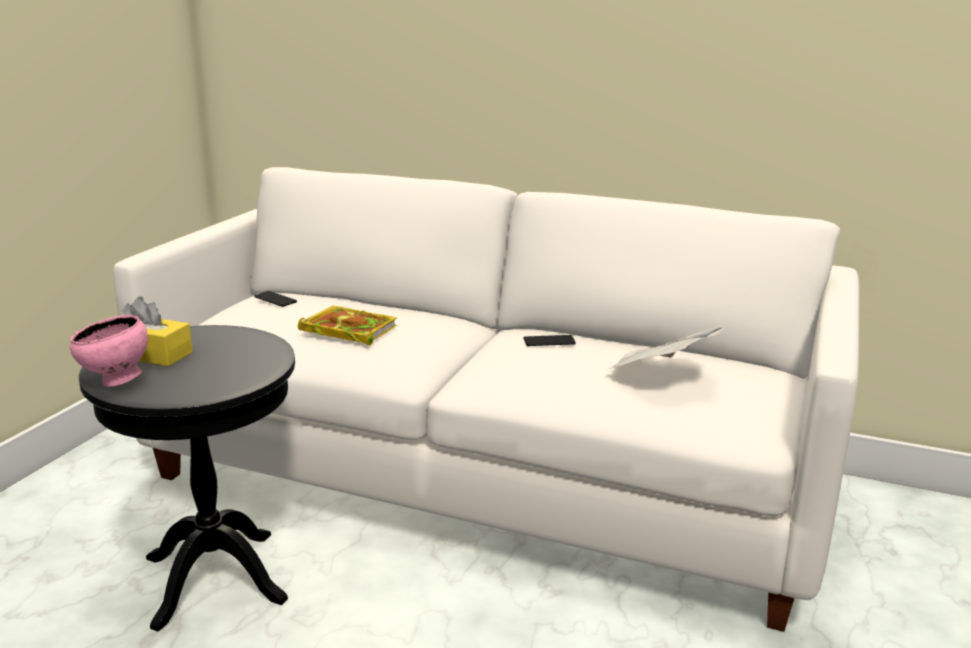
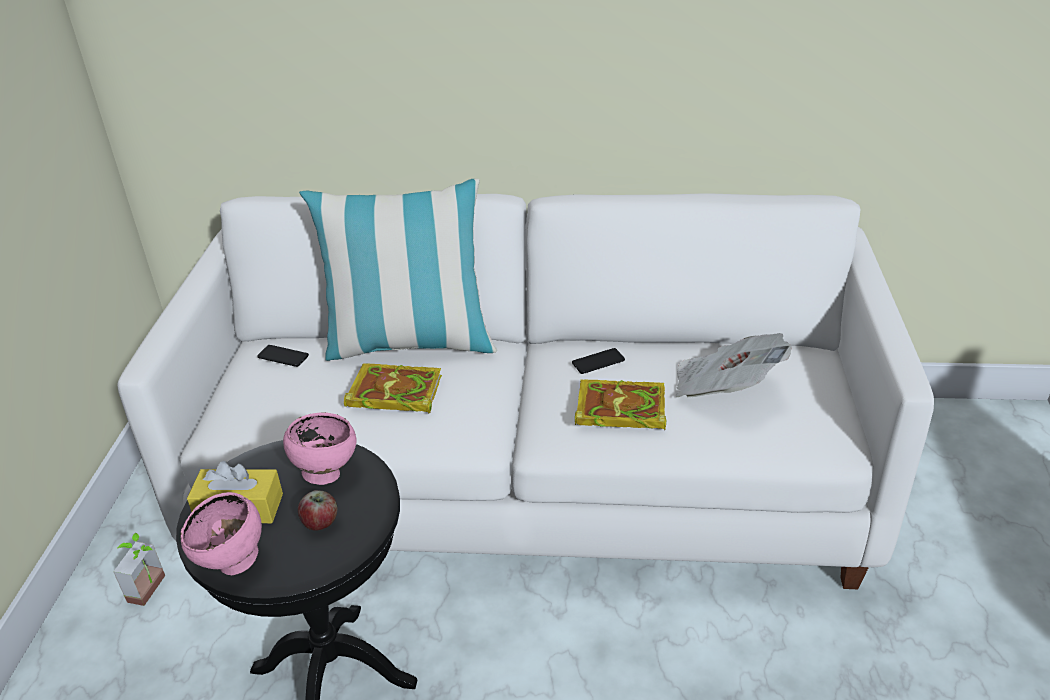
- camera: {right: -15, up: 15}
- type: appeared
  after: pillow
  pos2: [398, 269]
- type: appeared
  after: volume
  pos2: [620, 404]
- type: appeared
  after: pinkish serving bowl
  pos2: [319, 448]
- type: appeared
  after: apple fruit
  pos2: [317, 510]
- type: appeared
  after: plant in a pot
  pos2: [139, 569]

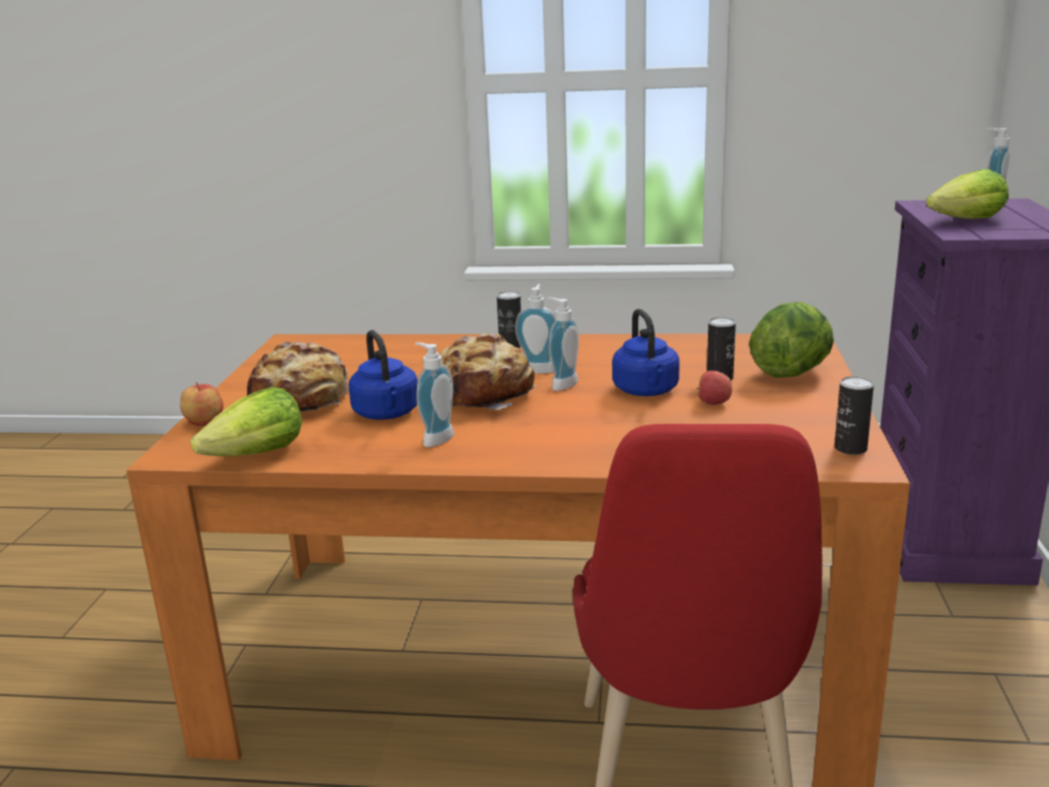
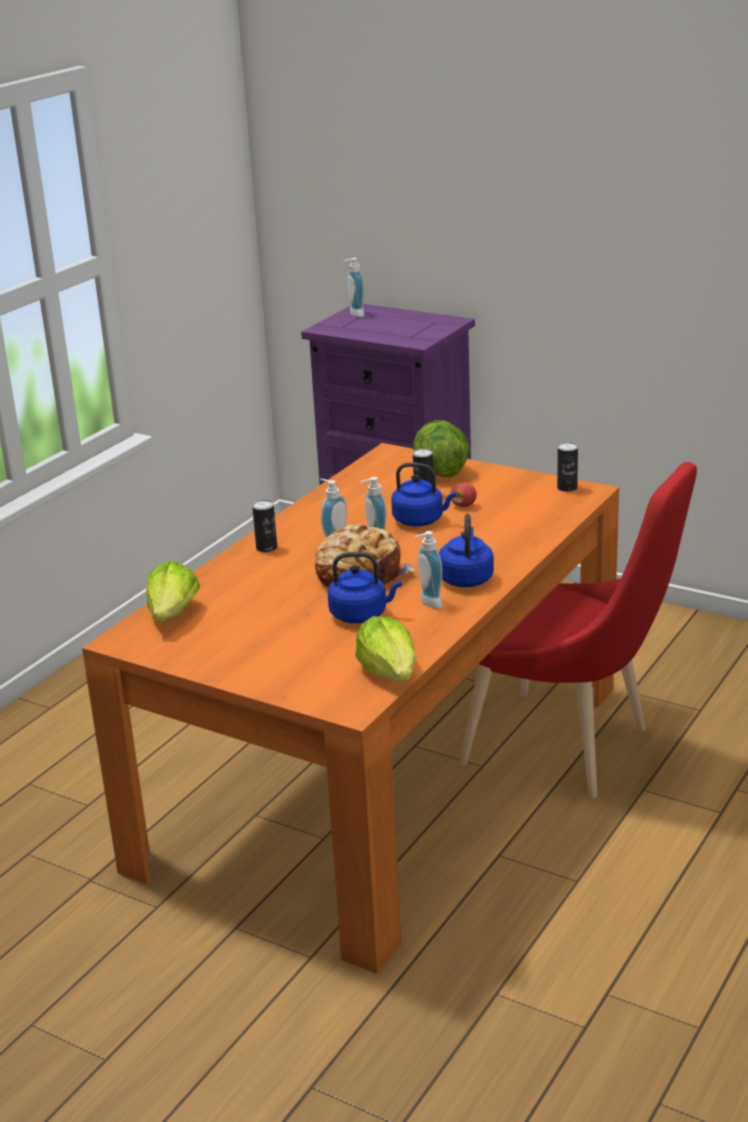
- camera: {right: -65, up: 5}
- type: relocated
  before: lettuce head
  pos1: [967, 194]
  pos2: [173, 591]
- type: missing
  before: bread
  pos1: [298, 376]
- type: missing
  before: apple fruit
  pos1: [201, 404]
- type: appeared
  after: blue-coloured water kettle
  pos2: [466, 550]

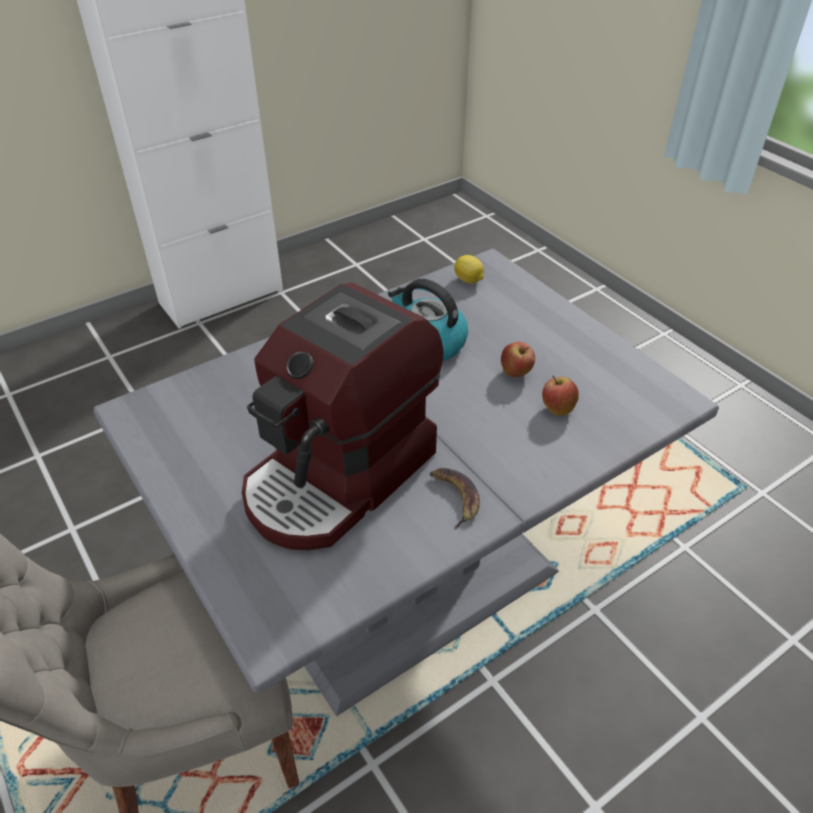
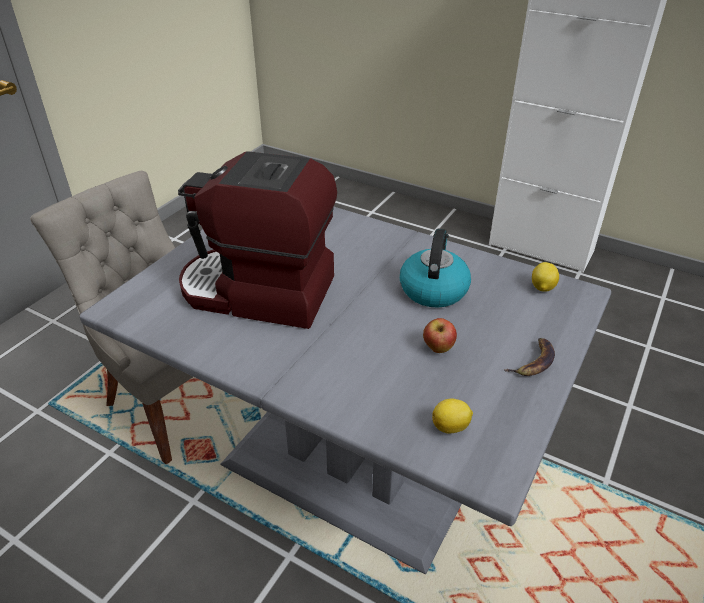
- camera: {right: 65, up: -5}
- type: missing
  before: apple fruit
  pos1: [560, 395]
- type: relocated
  before: whole banana
  pos1: [454, 499]
  pos2: [529, 357]
- type: appeared
  after: citrus fruit
  pos2: [452, 416]

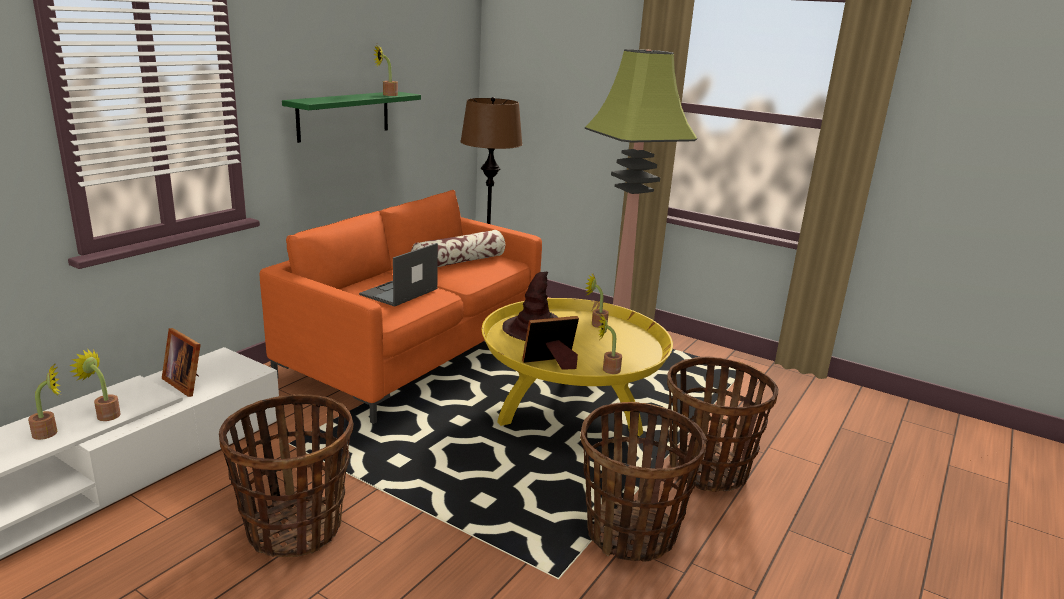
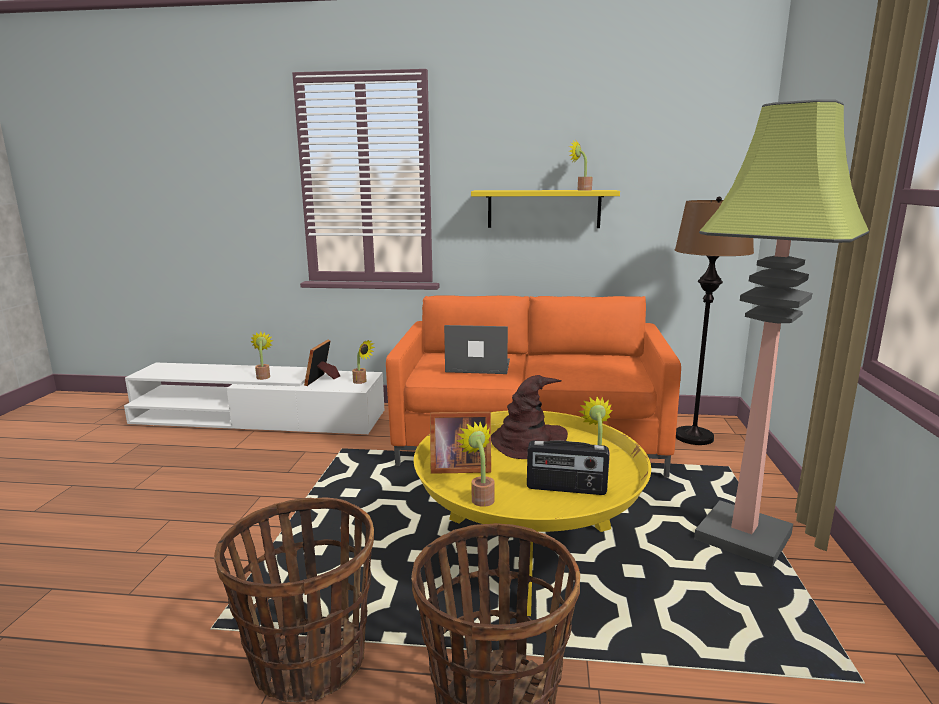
- camera: {right: 65, up: -5}
- type: colour
  before: greenish wall shelf
  after: yellow-coloured wall shelf
  pos1: [351, 117]
  pos2: [545, 209]
- type: missing
  before: pillow
  pos1: [458, 248]
- type: spun
  before: photo frame
  pos1: [550, 343]
  pos2: [460, 443]
  turn: 135
- type: relocated
  before: plant in a pot
  pos1: [44, 402]
  pos2: [363, 361]
- type: missing
  before: storage basket
  pos1: [286, 475]
- type: appeared
  after: radio
  pos2: [568, 467]

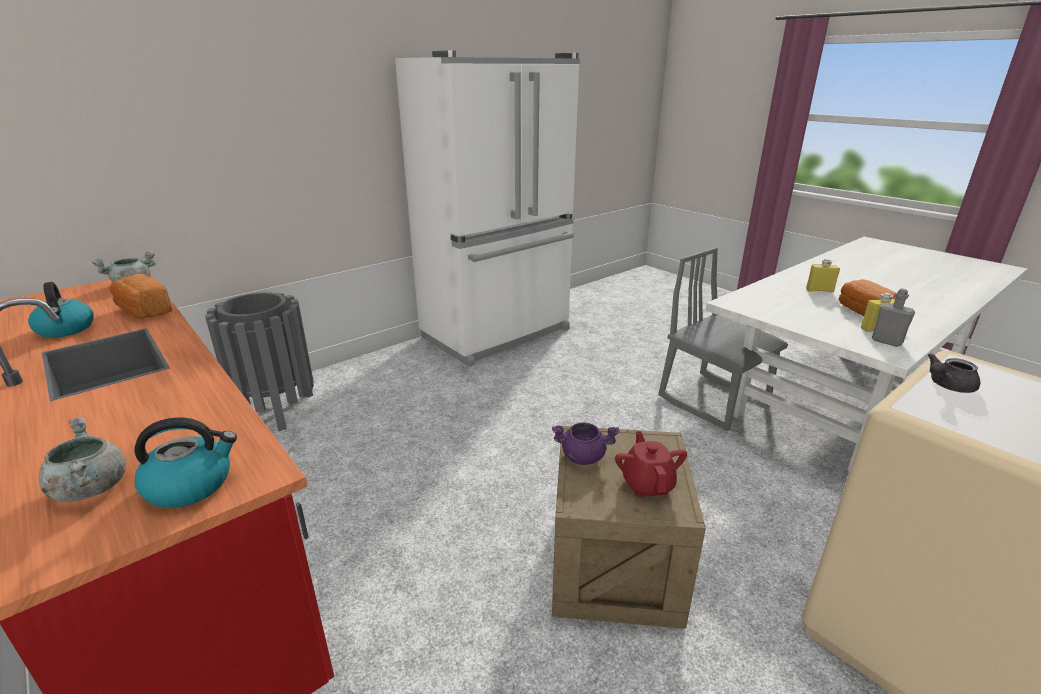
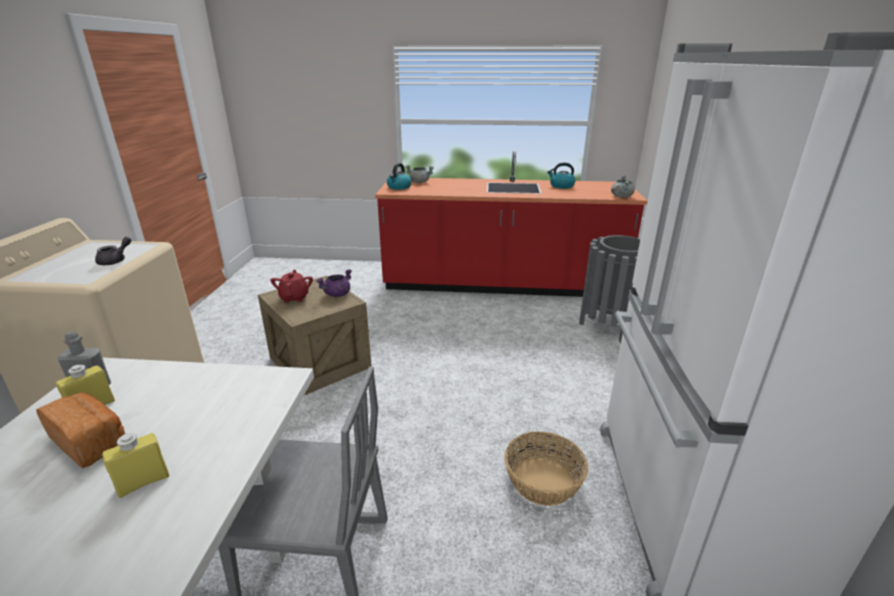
- camera: {right: 135, up: 0}
- type: missing
  before: bread
  pos1: [140, 296]
- type: spun
  before: red-coloured tea pot
  pos1: [651, 464]
  pos2: [291, 286]
  turn: -135
- type: appeared
  after: storage basket
  pos2: [546, 469]

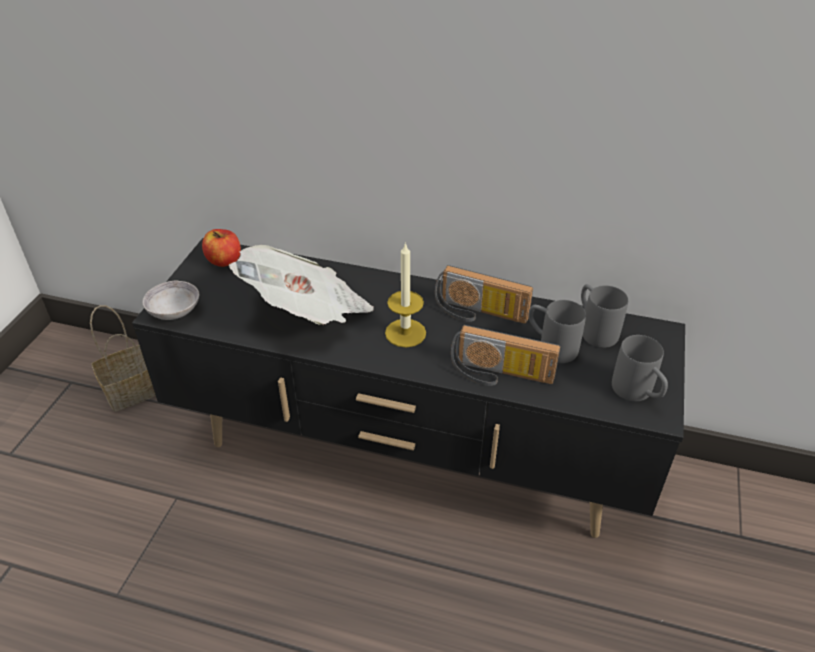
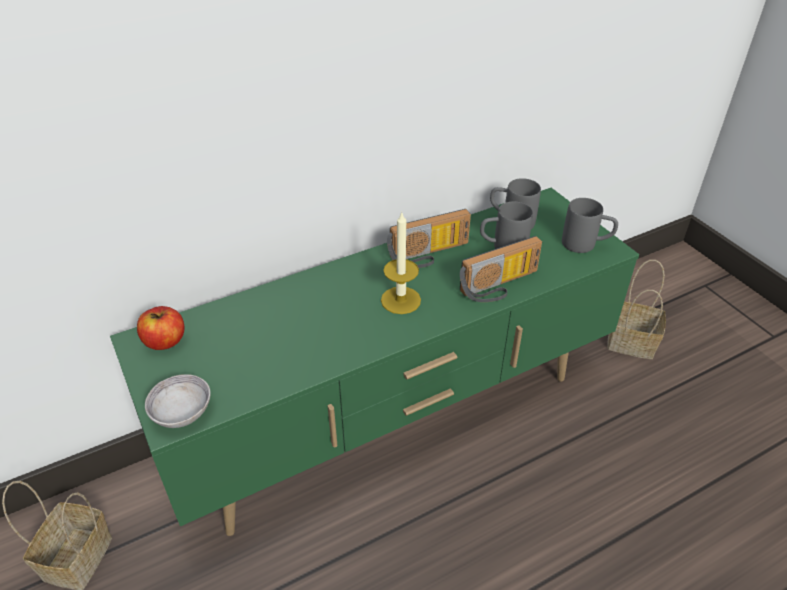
- camera: {right: -45, up: 0}
- type: colour
  before: black-coloured tv stand
  after: greenish tv stand
  pos1: [408, 388]
  pos2: [374, 362]
- type: missing
  before: printed paper
  pos1: [301, 285]
- type: appeared
  after: storage basket
  pos2: [636, 309]

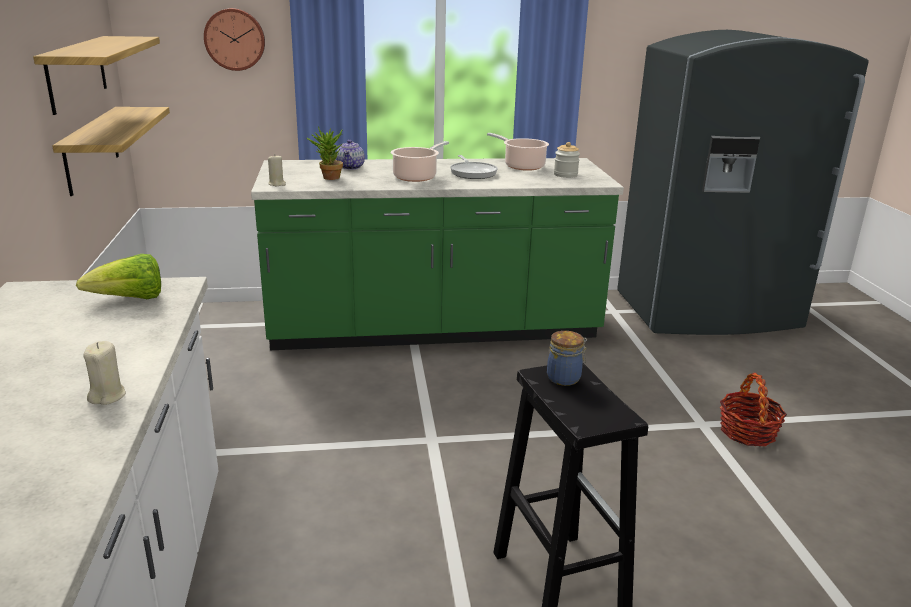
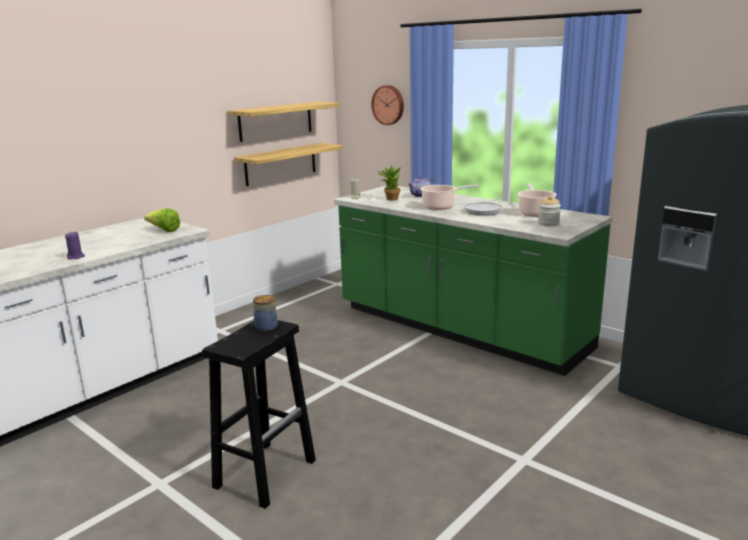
- camera: {right: 50, up: -5}
- type: colour
  before: sand-coloured candle
  after: purple-coloured candle
  pos1: [104, 373]
  pos2: [75, 245]
- type: missing
  before: storage basket
  pos1: [753, 409]

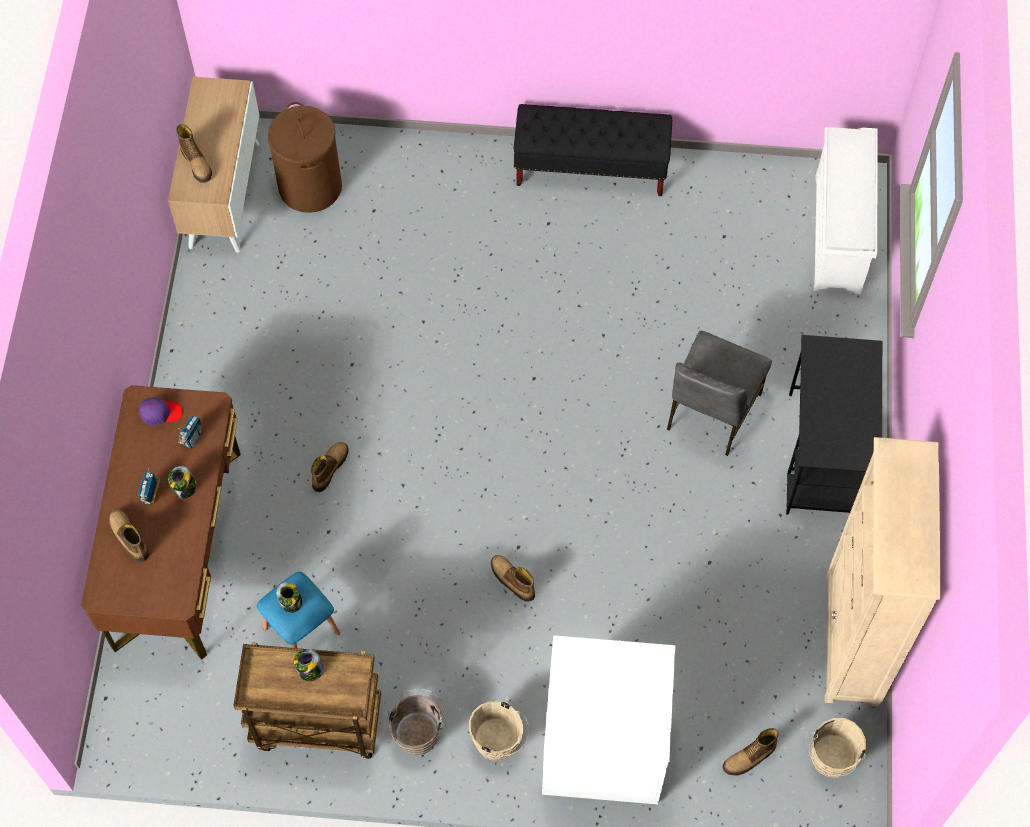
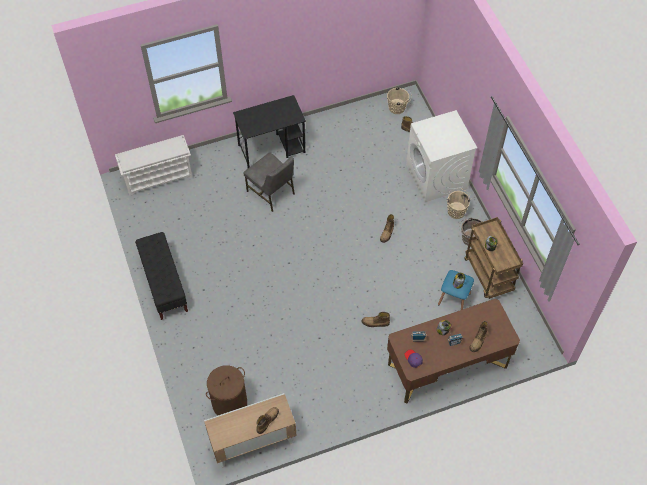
- camera: {right: -115, up: -5}
- type: spun
  before: greyish plain chair
  pos1: [719, 393]
  pos2: [269, 182]
  turn: 45
- type: missing
  before: sand-coloured shelving unit
  pos1: [883, 572]

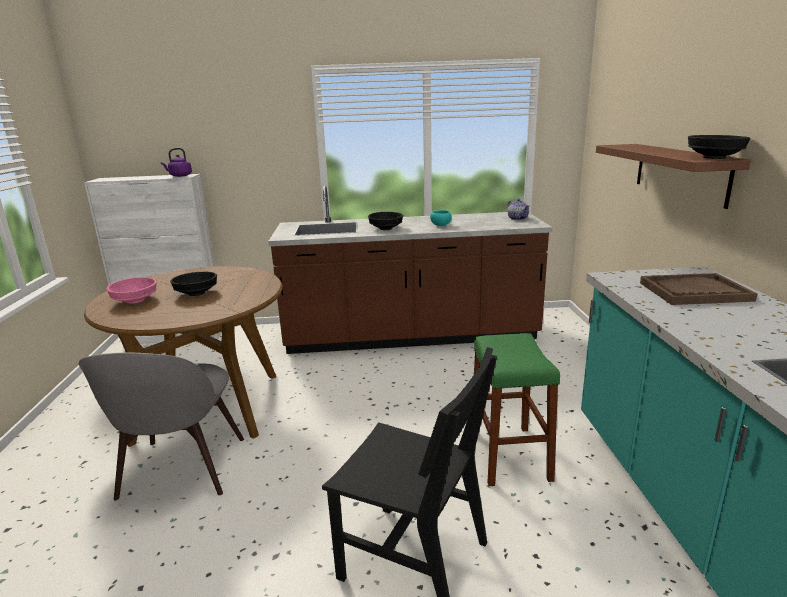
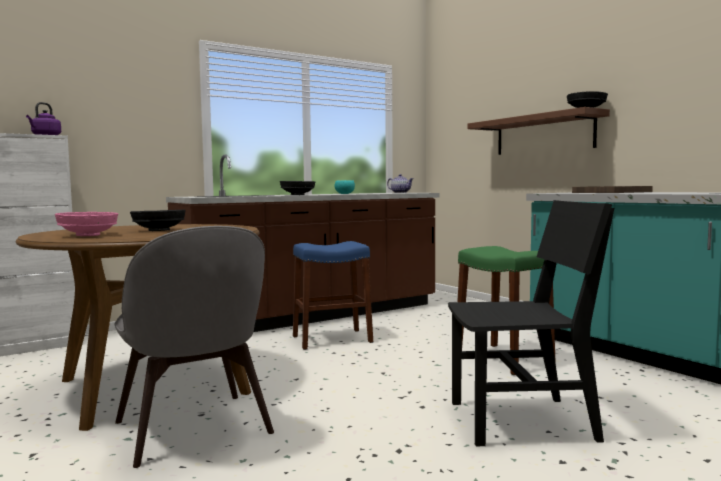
- camera: {right: -30, up: -15}
- type: appeared
  after: blue-coloured stool
  pos2: [333, 295]

